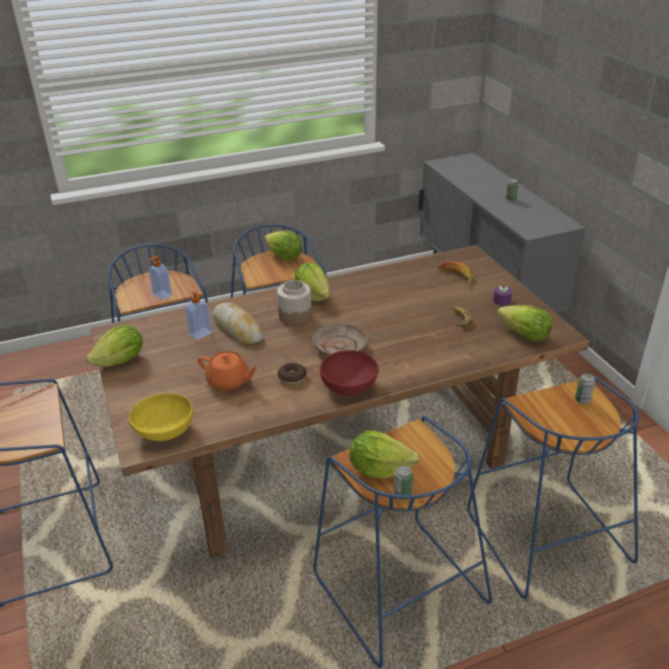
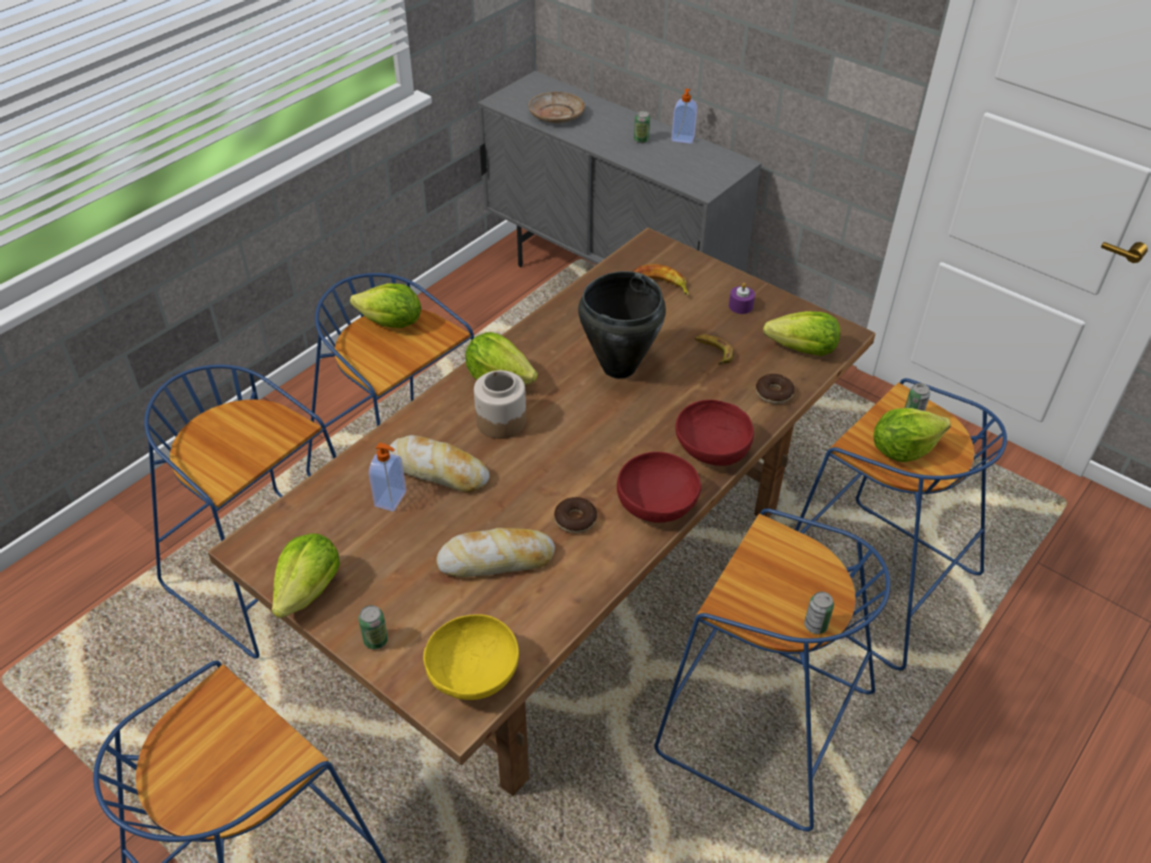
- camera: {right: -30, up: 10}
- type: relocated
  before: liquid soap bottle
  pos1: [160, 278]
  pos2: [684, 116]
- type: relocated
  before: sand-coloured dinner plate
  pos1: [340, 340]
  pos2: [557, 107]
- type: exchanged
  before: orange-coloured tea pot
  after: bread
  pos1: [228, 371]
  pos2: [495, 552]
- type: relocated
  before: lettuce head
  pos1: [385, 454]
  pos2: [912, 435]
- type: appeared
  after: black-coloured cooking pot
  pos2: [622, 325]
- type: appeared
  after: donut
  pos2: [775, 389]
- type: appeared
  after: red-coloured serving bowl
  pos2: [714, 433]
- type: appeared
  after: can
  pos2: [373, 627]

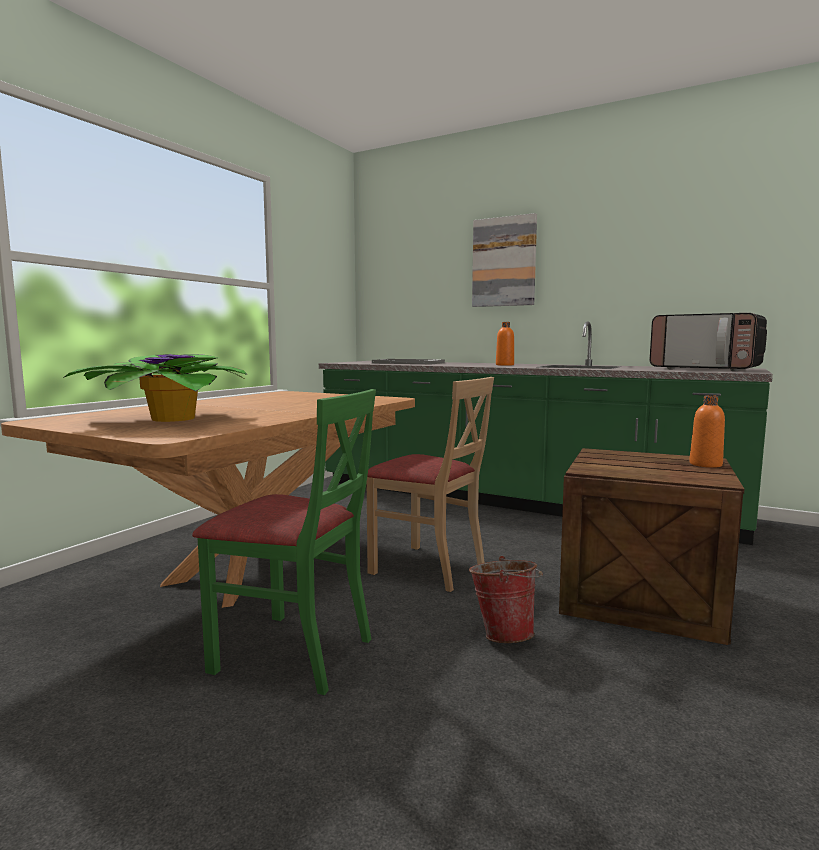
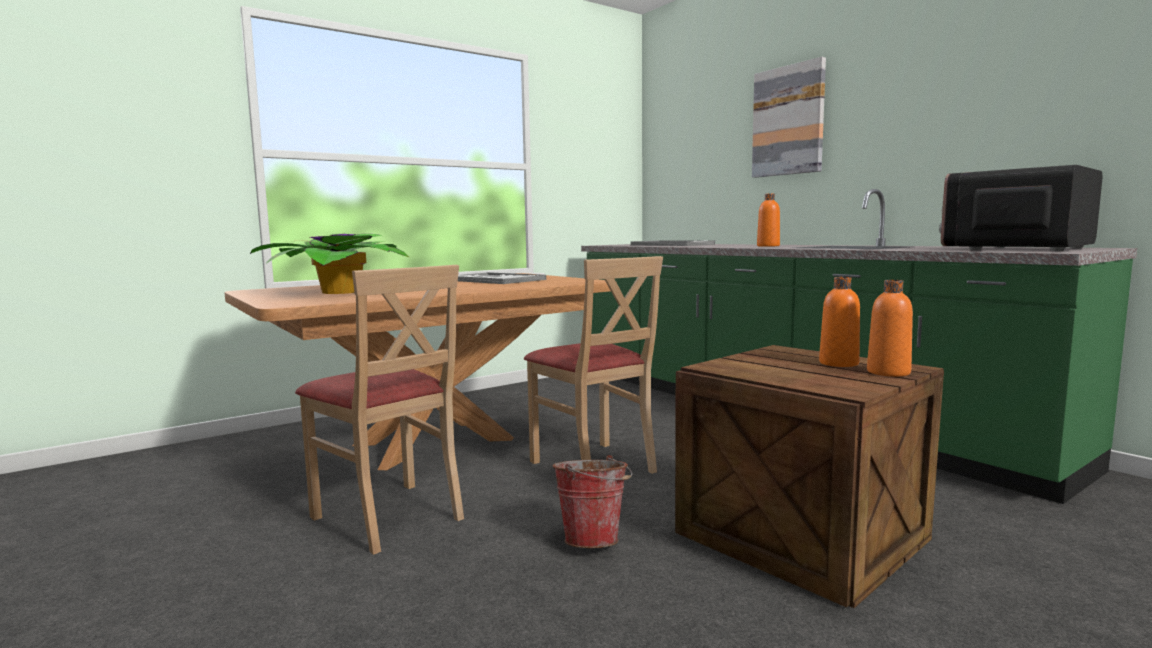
- camera: {right: 25, up: 0}
- type: spun
  before: microwave oven
  pos1: [708, 342]
  pos2: [1020, 208]
  turn: 75
- type: colour
  before: greenish plain chair
  after: sand-coloured plain chair
  pos1: [284, 542]
  pos2: [379, 410]
- type: appeared
  after: carrying tray
  pos2: [502, 278]
- type: appeared
  after: orange-coloured drink bottle
  pos2: [839, 322]

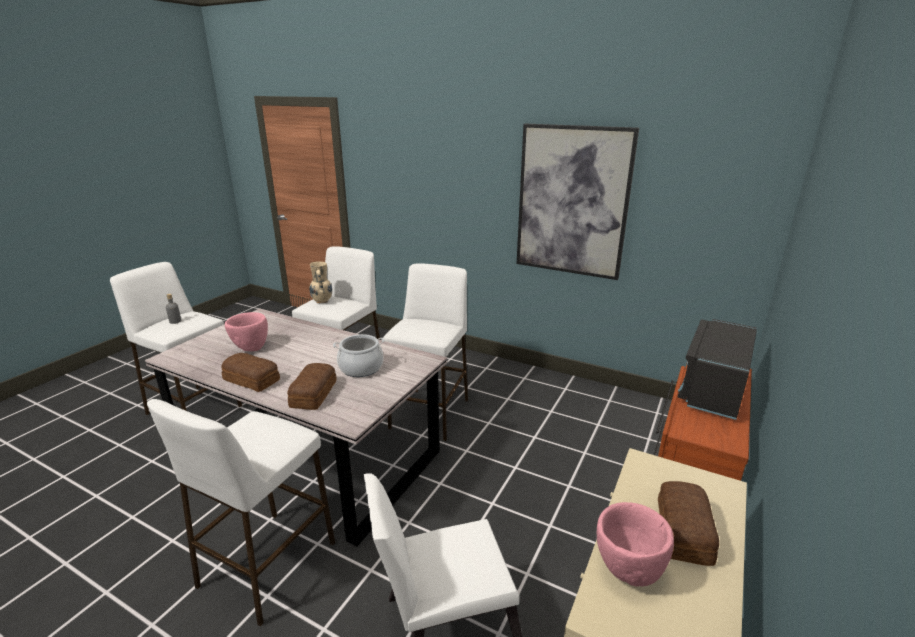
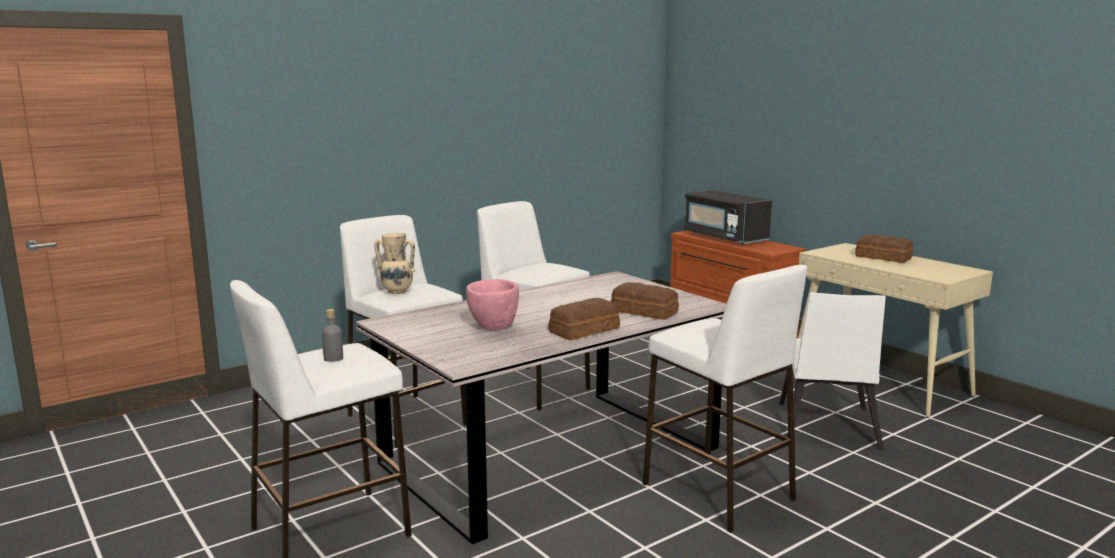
- camera: {right: -65, up: -10}
- type: missing
  before: picture
  pos1: [578, 202]
- type: missing
  before: cooking pot
  pos1: [359, 355]
- type: missing
  before: pinkish serving bowl
  pos1: [635, 544]

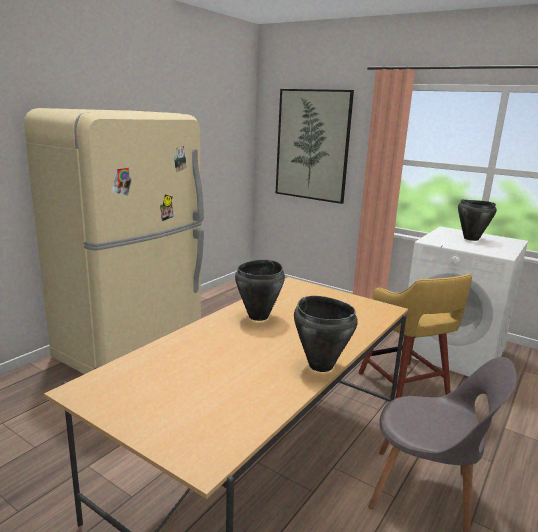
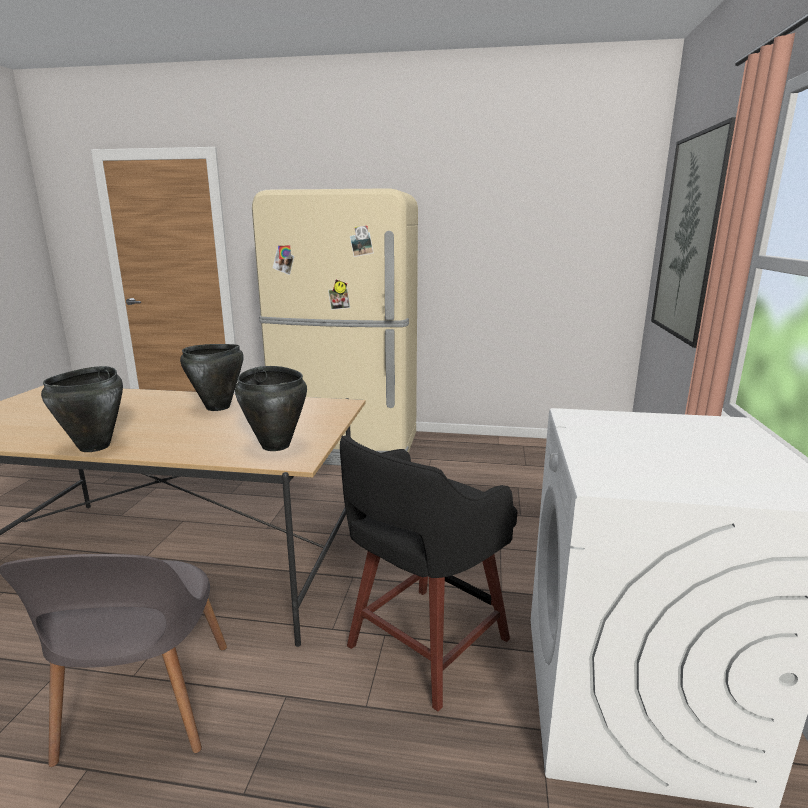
- camera: {right: 65, up: 0}
- type: relocated
  before: black-coloured cooking pot
  pos1: [477, 220]
  pos2: [271, 408]
- type: colour
  before: yellow-coloured stool
  after: black-coloured stool
  pos1: [415, 336]
  pos2: [429, 573]

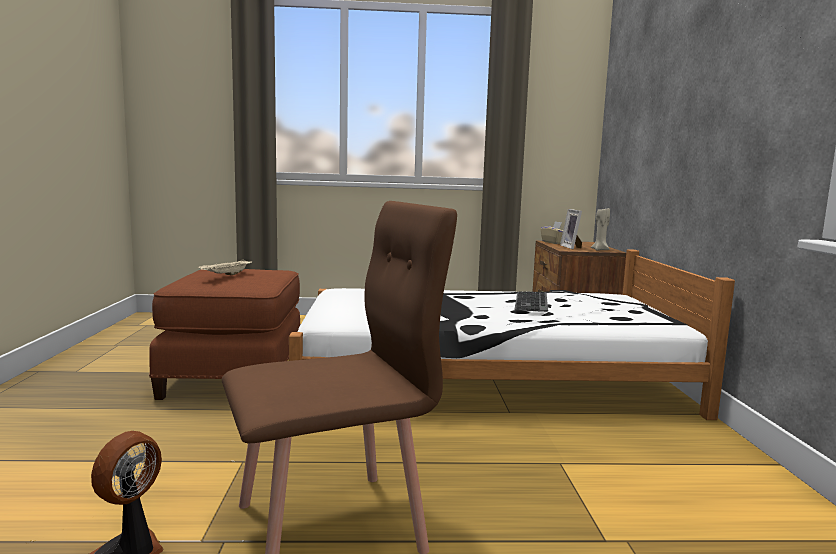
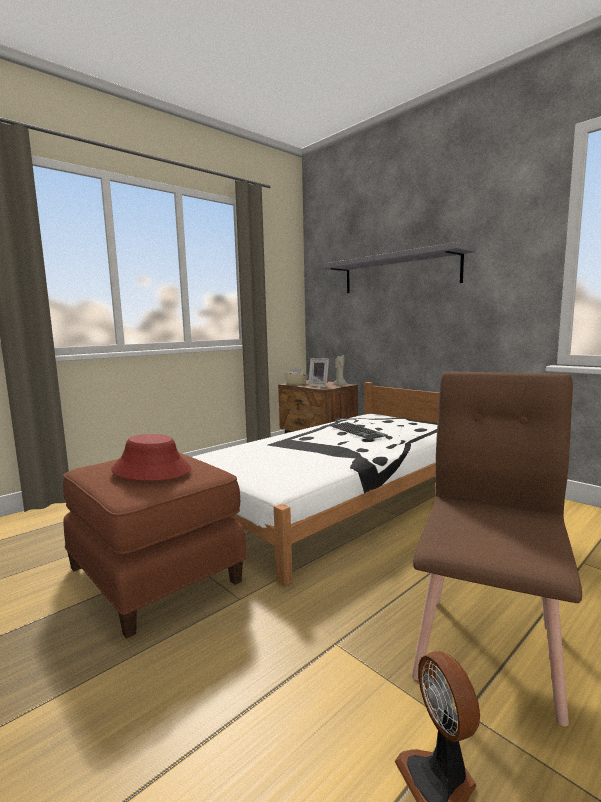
- camera: {right: -40, up: 0}
- type: exchanged
  before: sand-coloured carrying tray
  after: red-coloured hat
  pos1: [224, 267]
  pos2: [151, 457]
- type: appeared
  after: greyish wall shelf
  pos2: [397, 267]

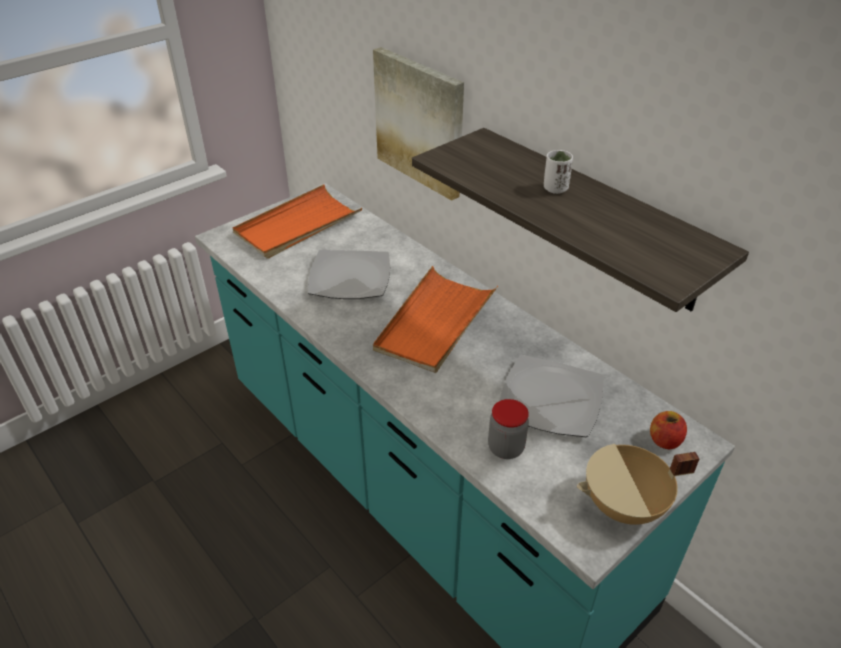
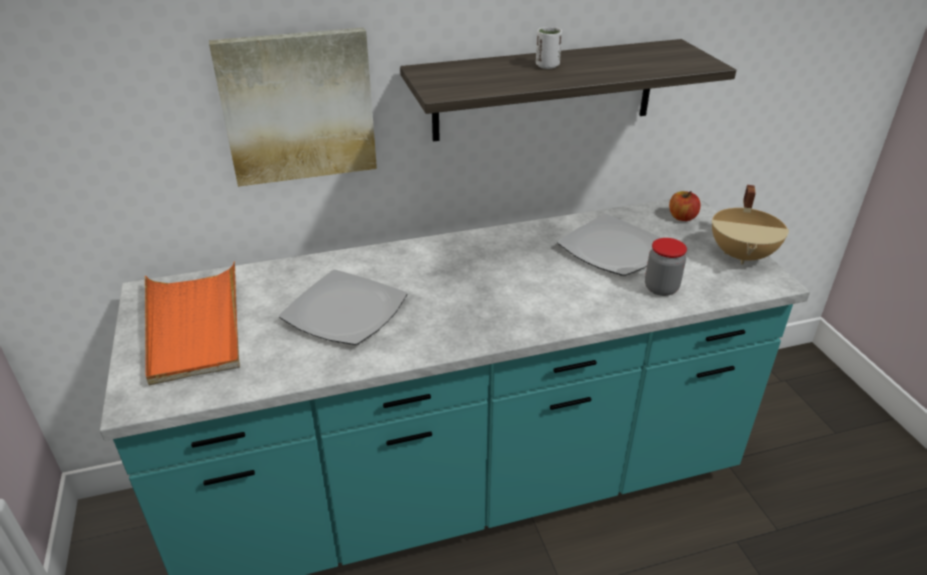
- camera: {right: -65, up: -5}
- type: missing
  before: orange-coloured carrying tray
  pos1: [435, 319]

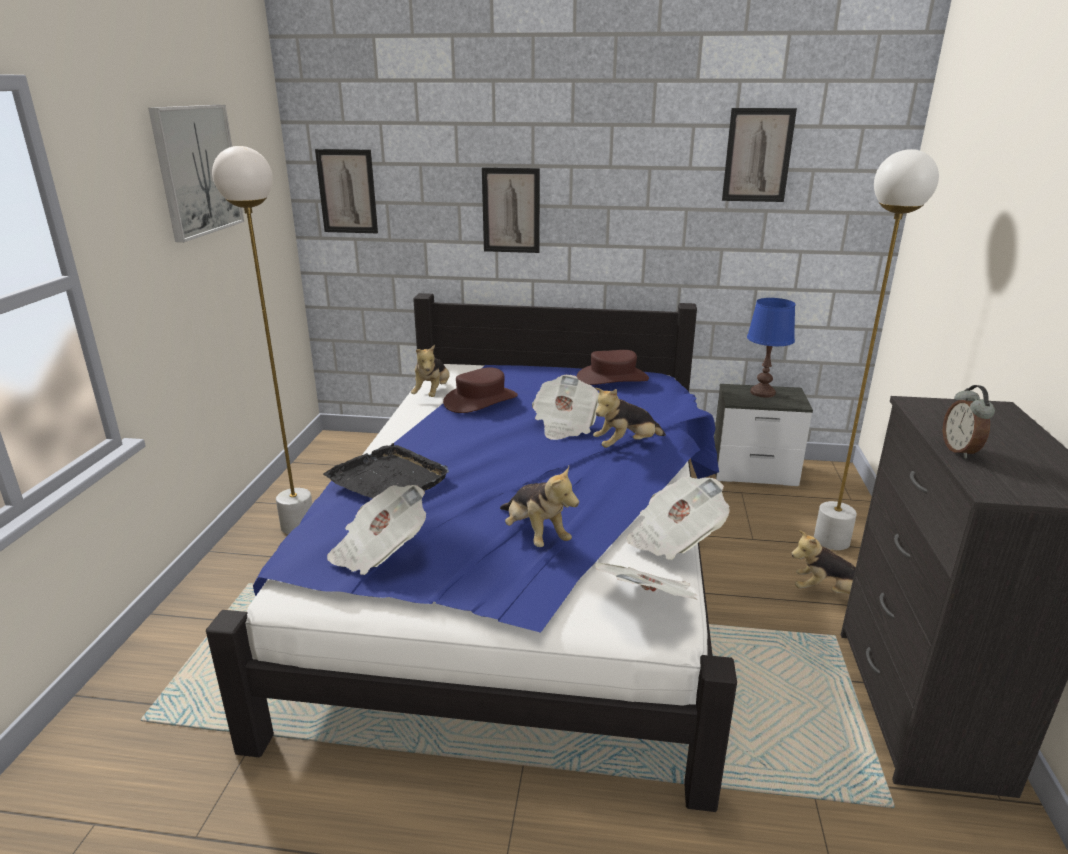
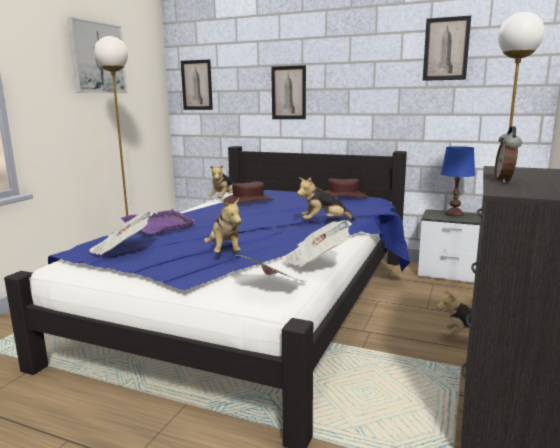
- camera: {right: 15, up: -10}
- type: missing
  before: printed paper
  pos1: [565, 407]
- type: colour
  before: black-coloured carrying tray
  after: purple-coloured carrying tray
  pos1: [386, 470]
  pos2: [158, 221]

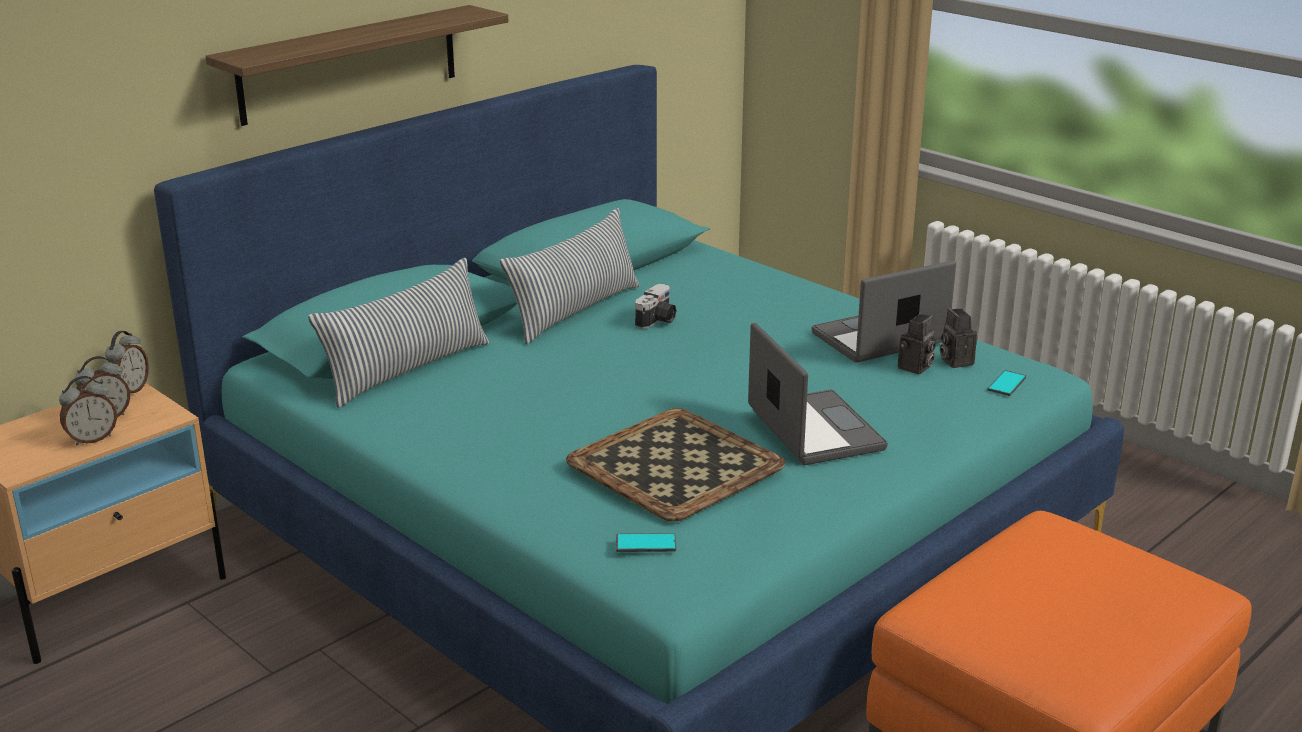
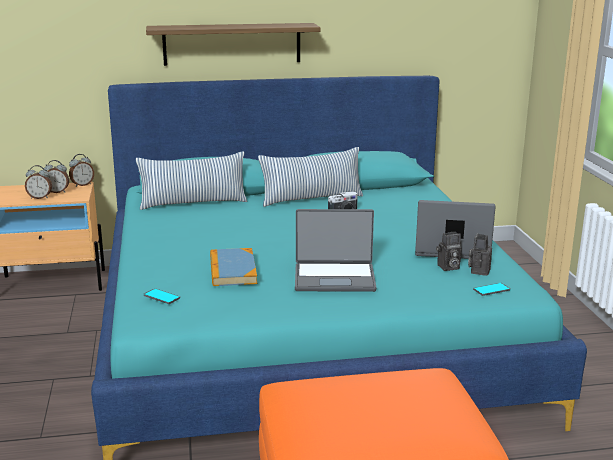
- camera: {right: 35, up: -5}
- type: spun
  before: portable computer
  pos1: [818, 394]
  pos2: [335, 250]
  turn: 75
- type: exchanged
  before: carrying tray
  after: volume
  pos1: [675, 465]
  pos2: [233, 267]

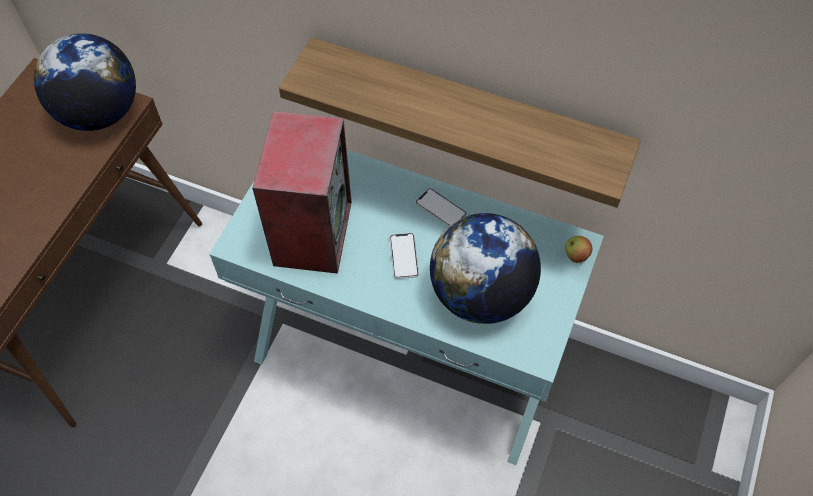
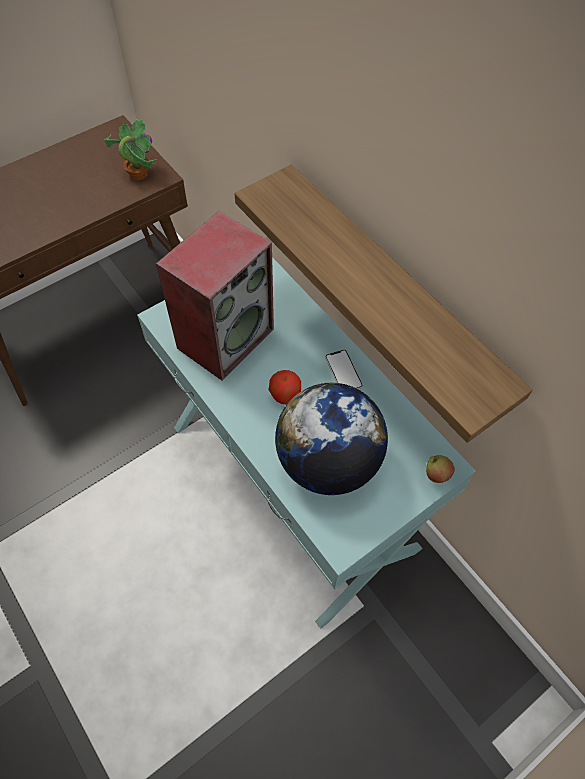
- camera: {right: 30, up: 0}
- type: exchanged
  before: world globe
  after: plant in a pot
  pos1: [85, 82]
  pos2: [131, 149]
- type: exchanged
  before: handset
  after: apple fruit
  pos1: [404, 256]
  pos2: [285, 387]

